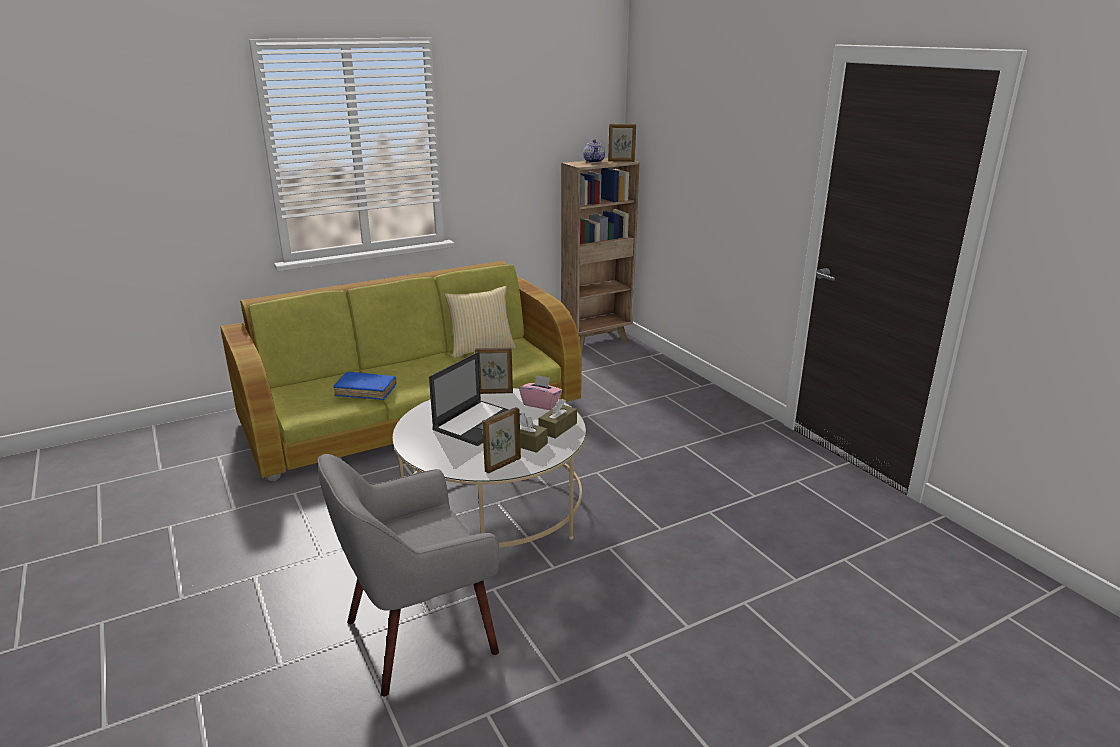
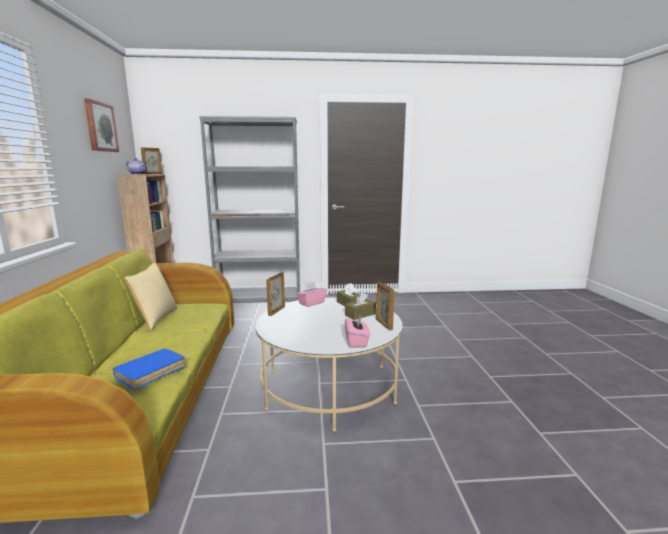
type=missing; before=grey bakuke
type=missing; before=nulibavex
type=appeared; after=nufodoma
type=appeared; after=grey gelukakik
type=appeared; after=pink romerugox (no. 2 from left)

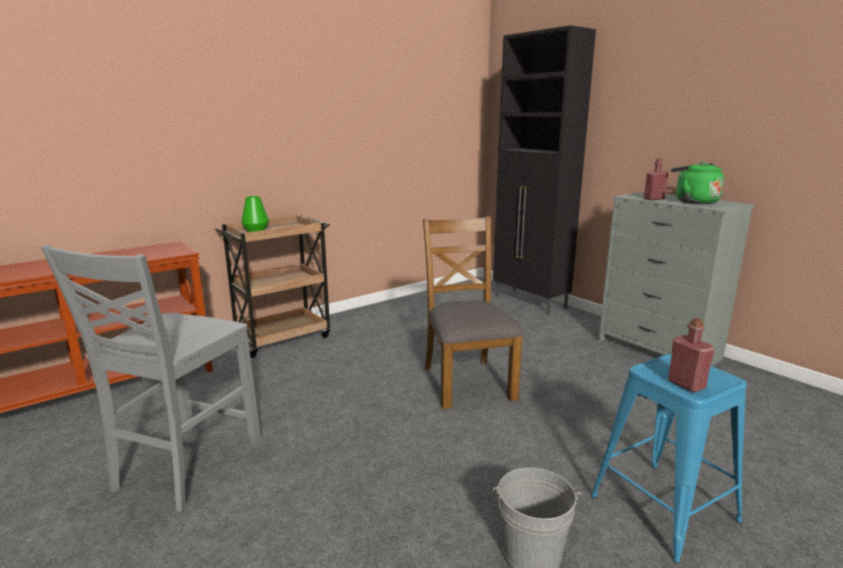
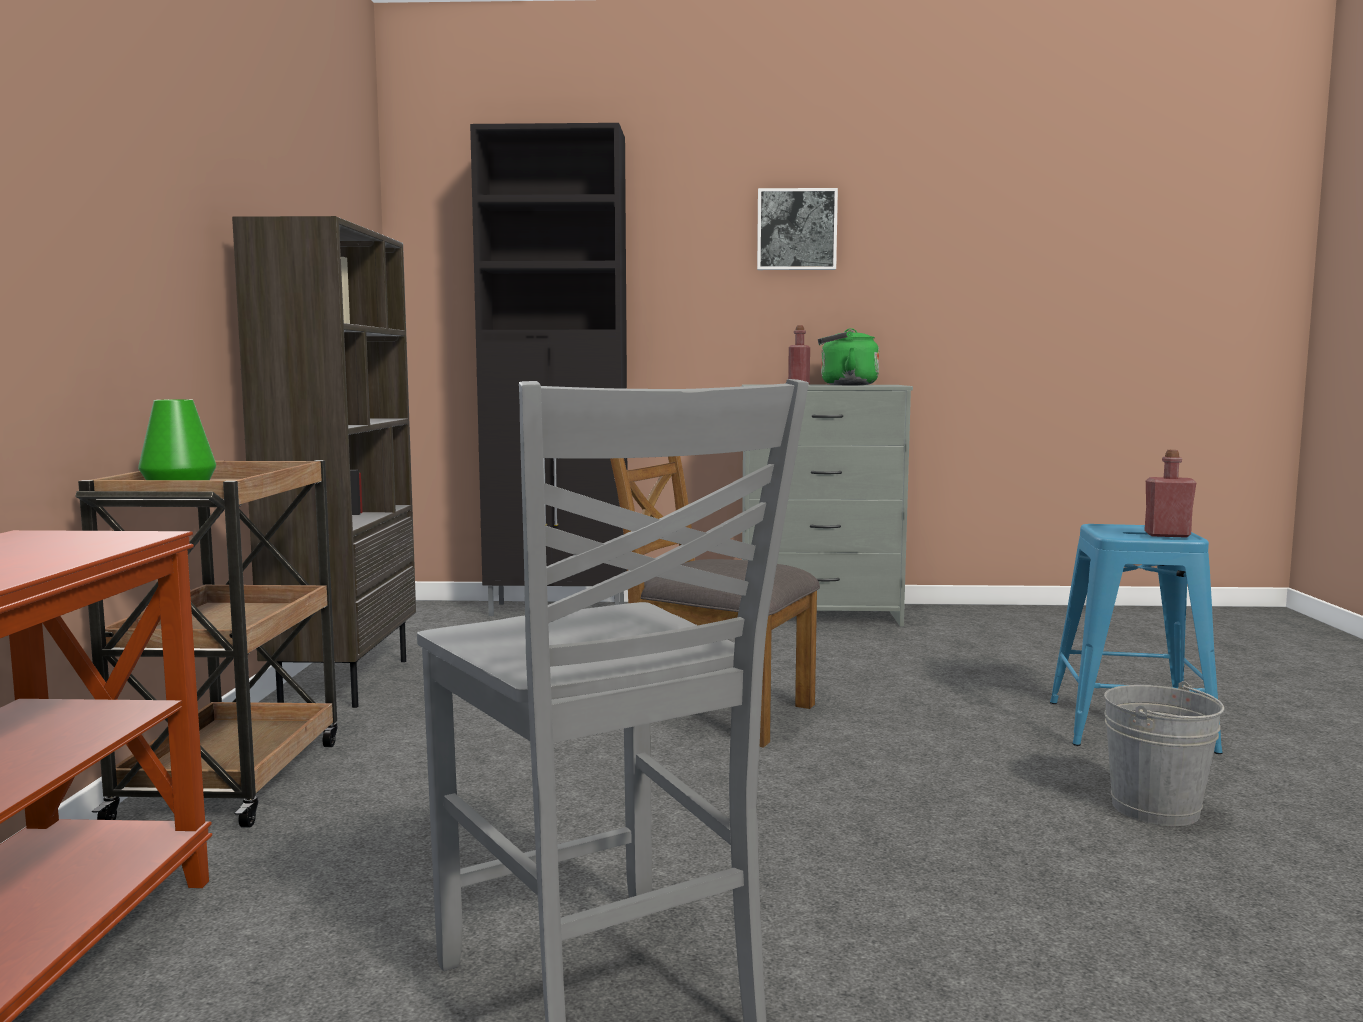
type=appeared; after=brown gelukakik
type=appeared; after=nufodoma

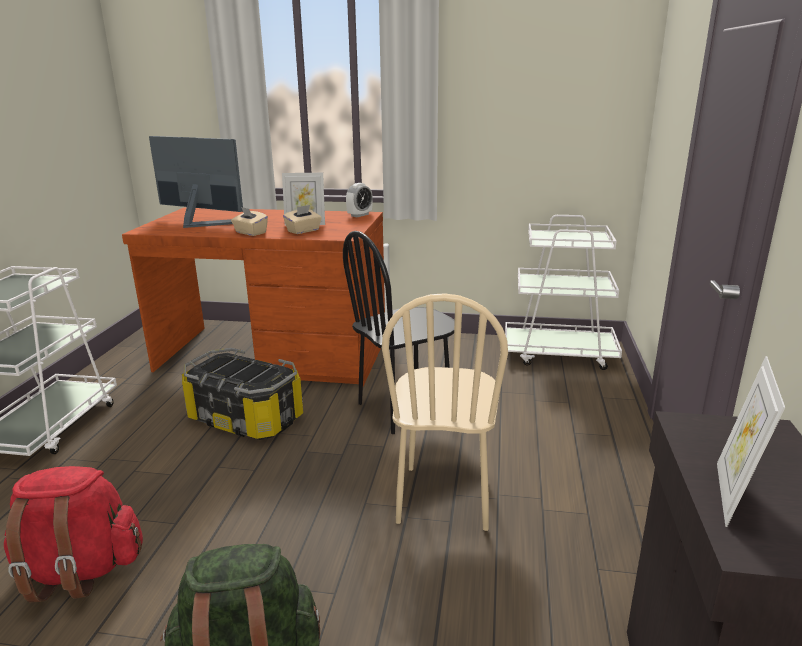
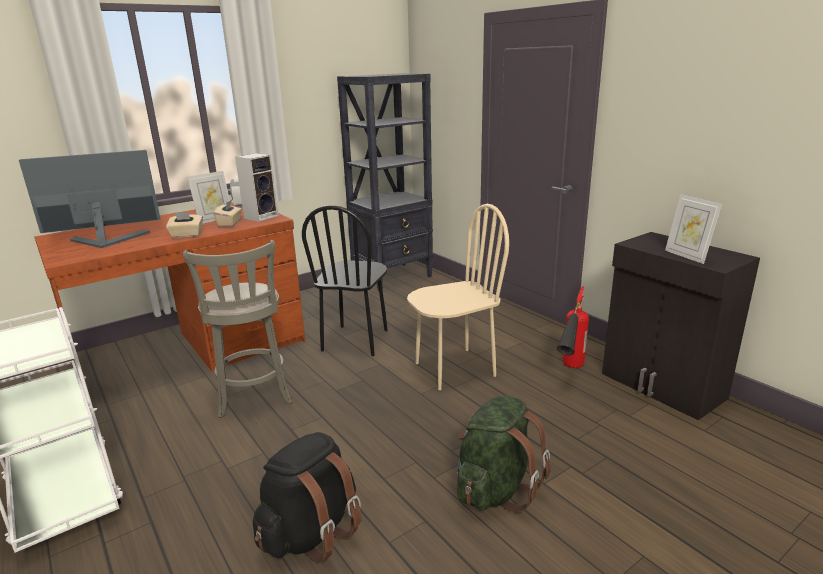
type=colour; before=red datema; after=black datema
type=exchanged; before=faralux; after=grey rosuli
type=spun; before=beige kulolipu; turn=-75
type=exchanged; before=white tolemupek (no. 2 from left); after=black gelukakik
type=appeared; after=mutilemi
type=appeared; after=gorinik

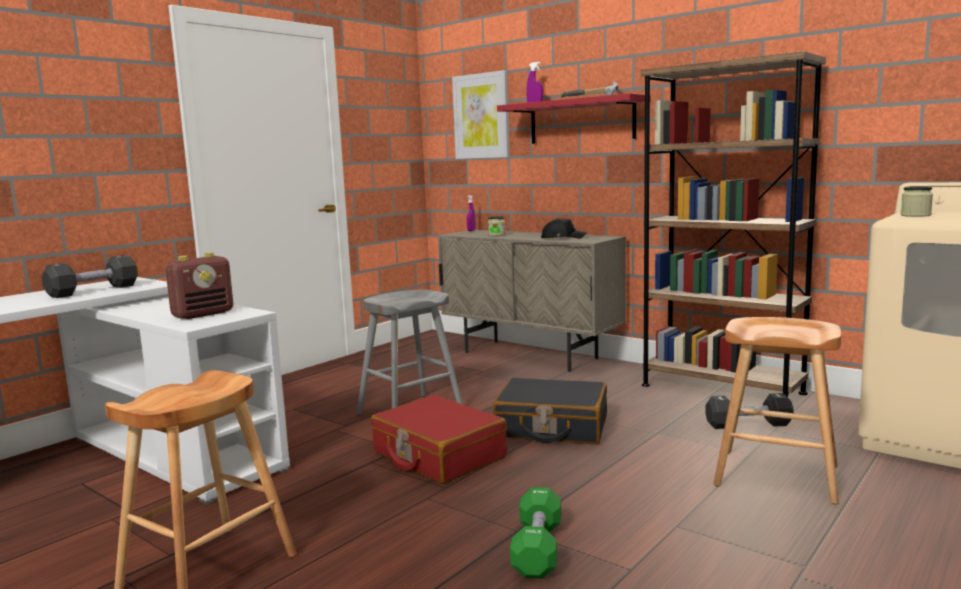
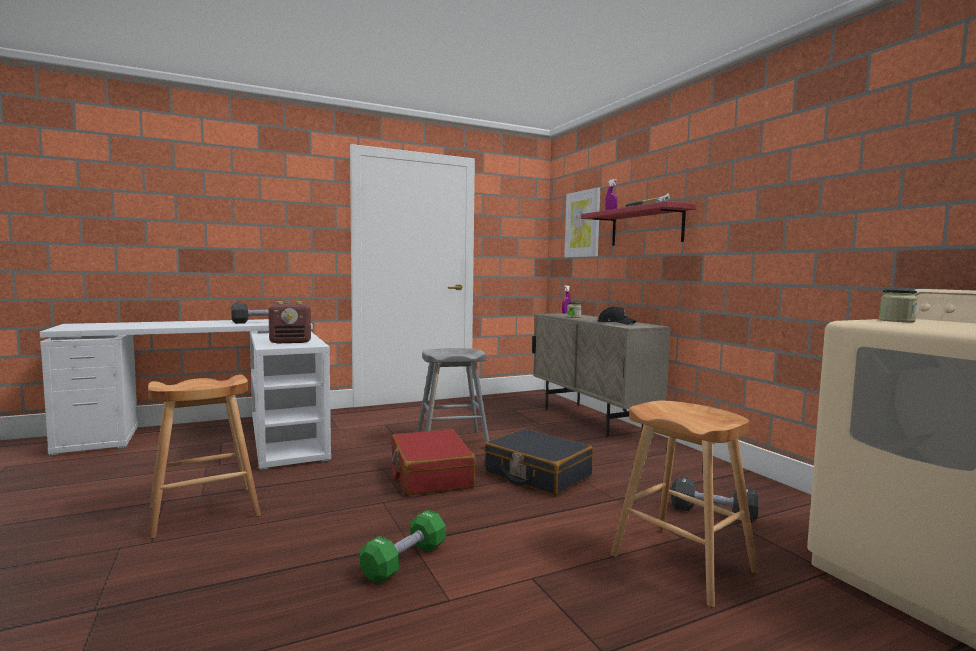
type=missing; before=brown gelukakik

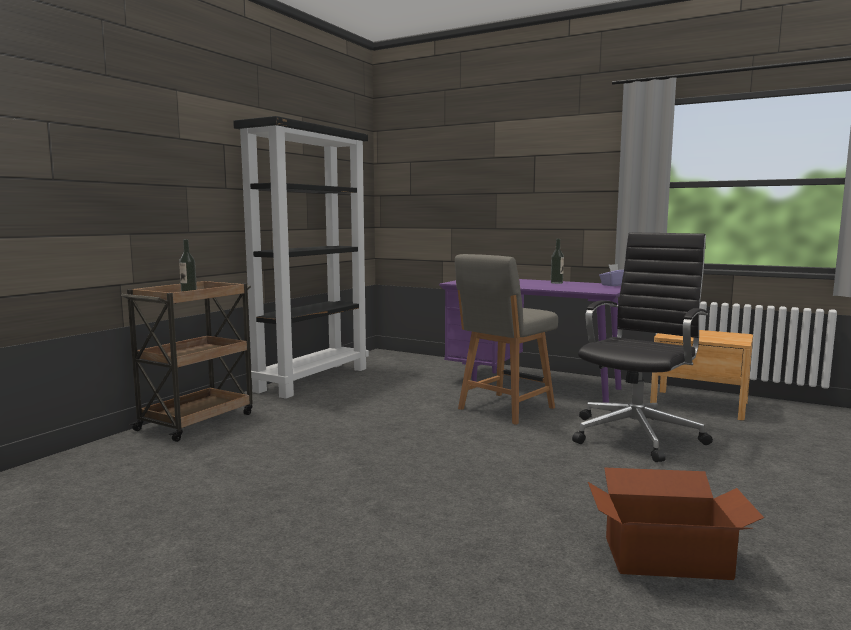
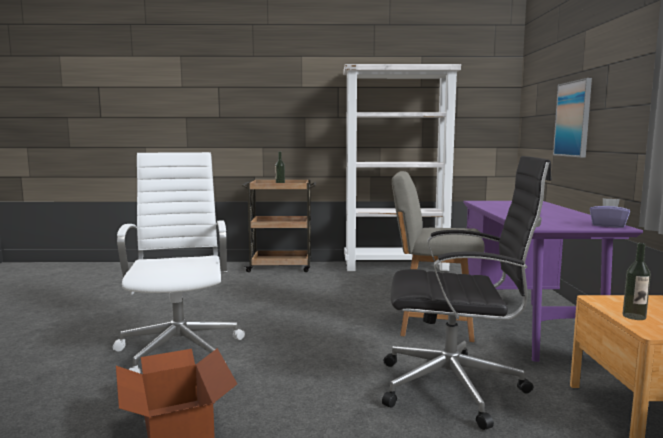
type=colour; before=black gelukakik; after=white gelukakik
type=relocated; before=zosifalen (no. 2 from left)
type=appeared; after=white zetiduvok
type=appeared; after=nufodoma

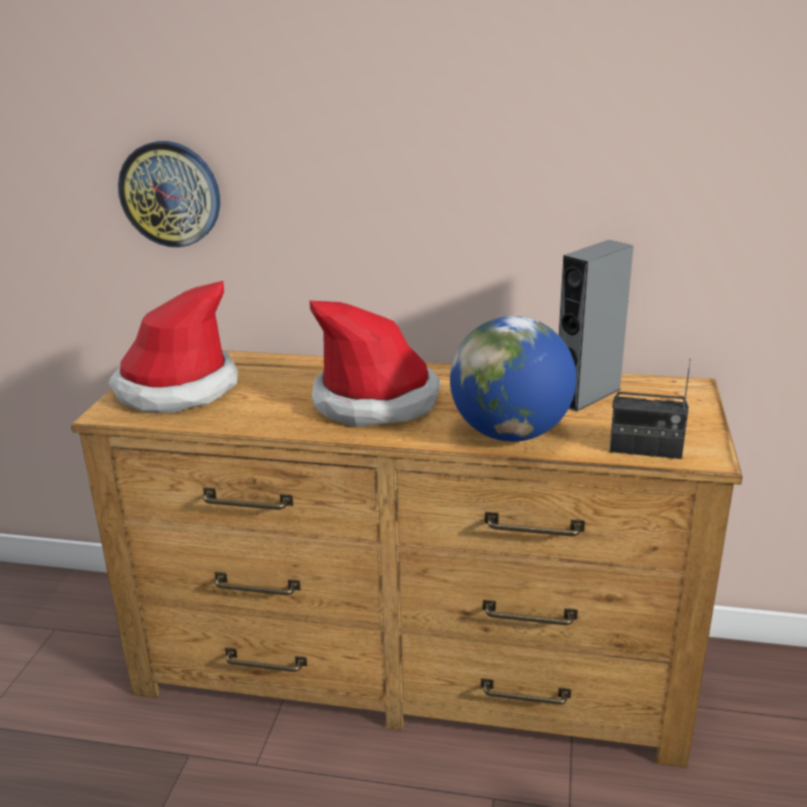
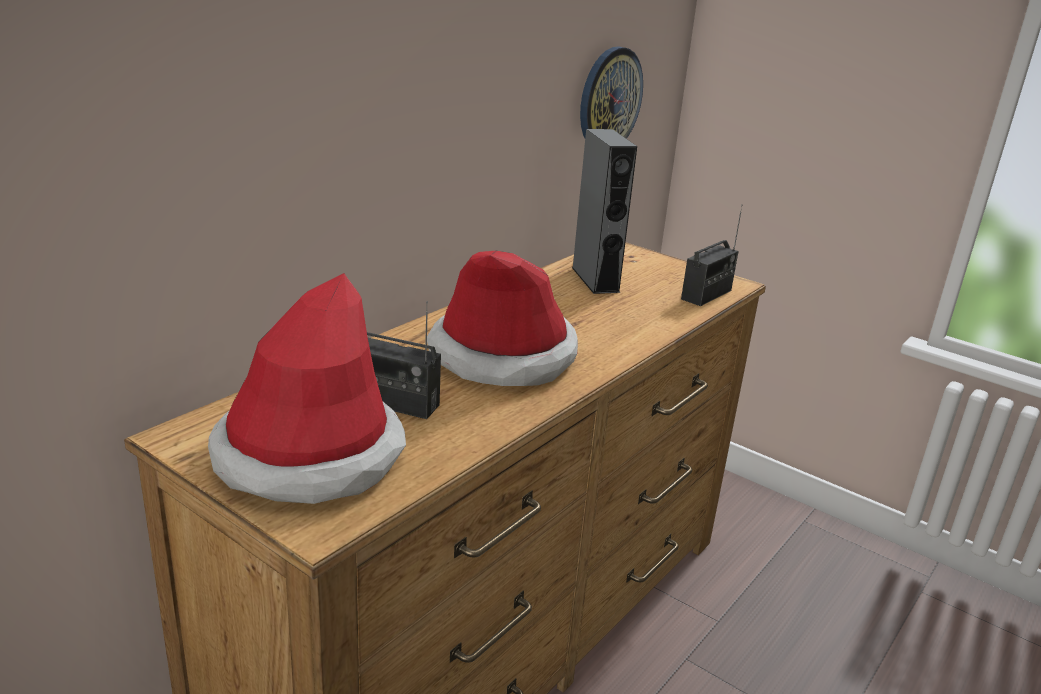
type=relocated; before=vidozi
type=missing; before=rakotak
type=appeared; after=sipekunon (no. 1 from left)

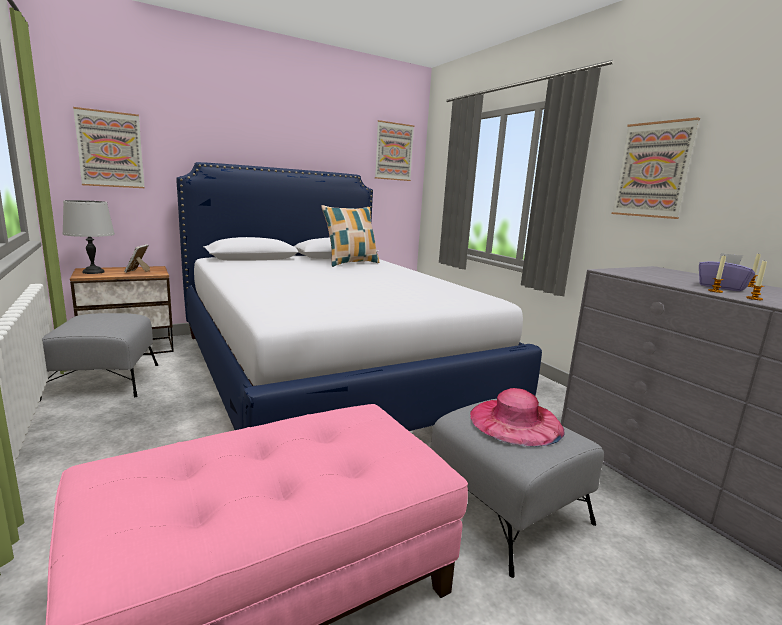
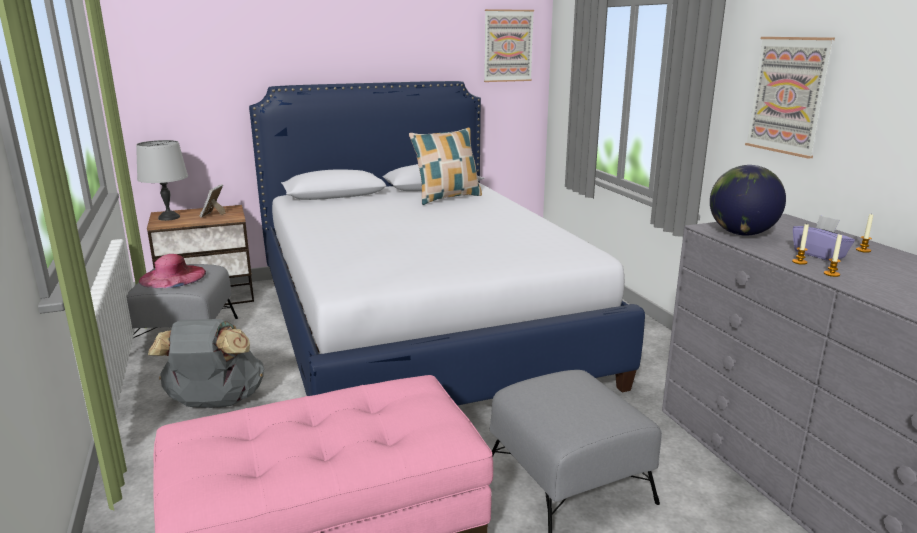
type=missing; before=nufodoma (no. 1 from left)
type=relocated; before=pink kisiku
type=appeared; after=grey datema
type=appeared; after=rakotak

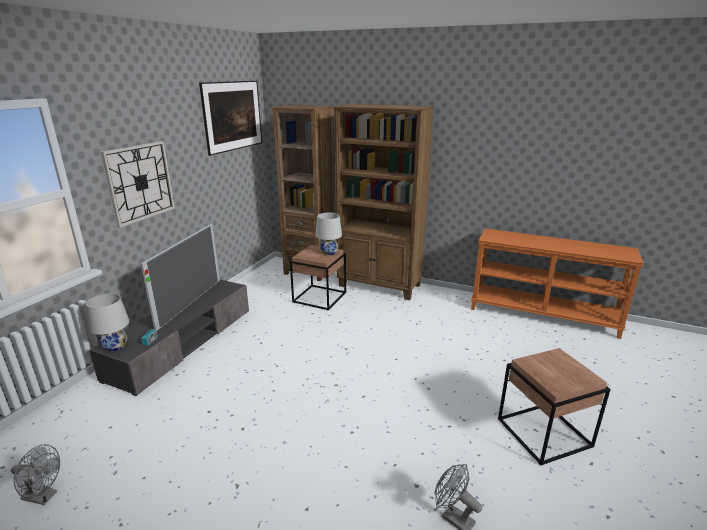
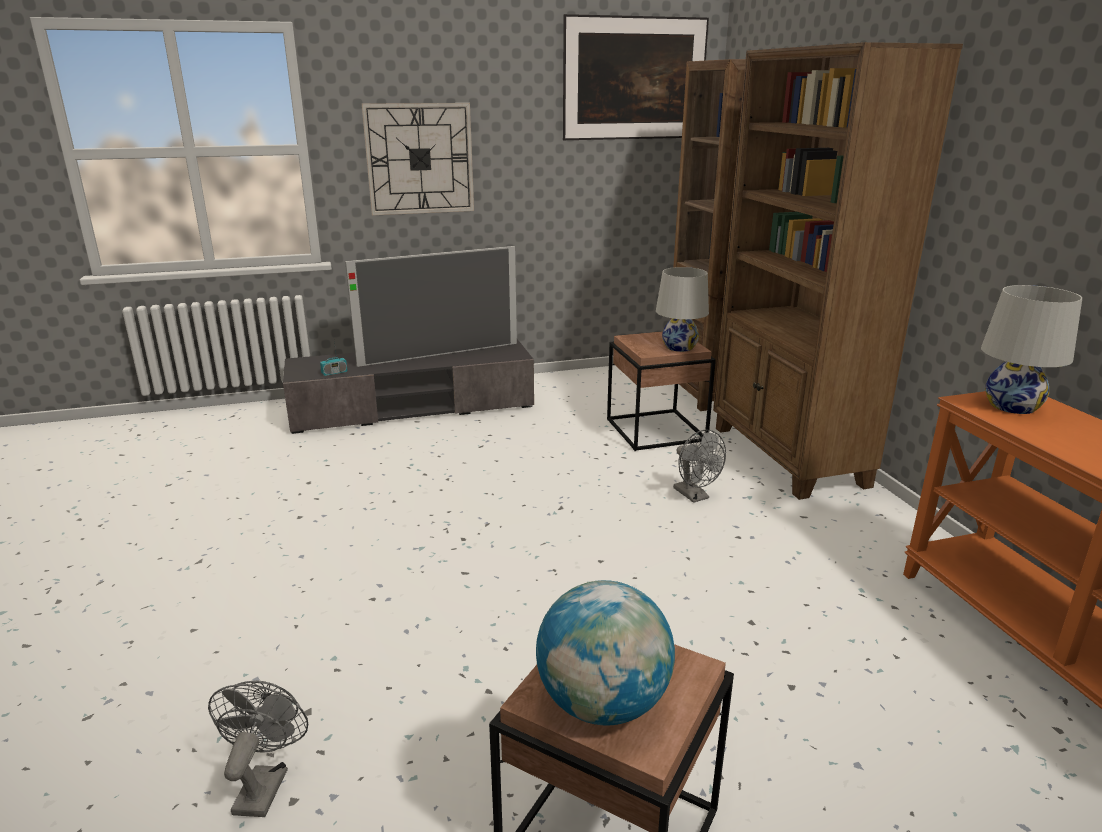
type=relocated; before=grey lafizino (no. 1 from left in the first image); after=grey lafizino (no. 2 from left)
type=relocated; before=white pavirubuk (no. 1 from left in the first image); after=white pavirubuk (no. 2 from left)
type=appeared; after=rakotak

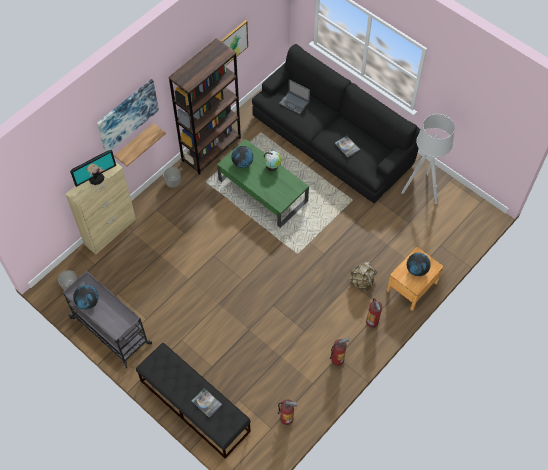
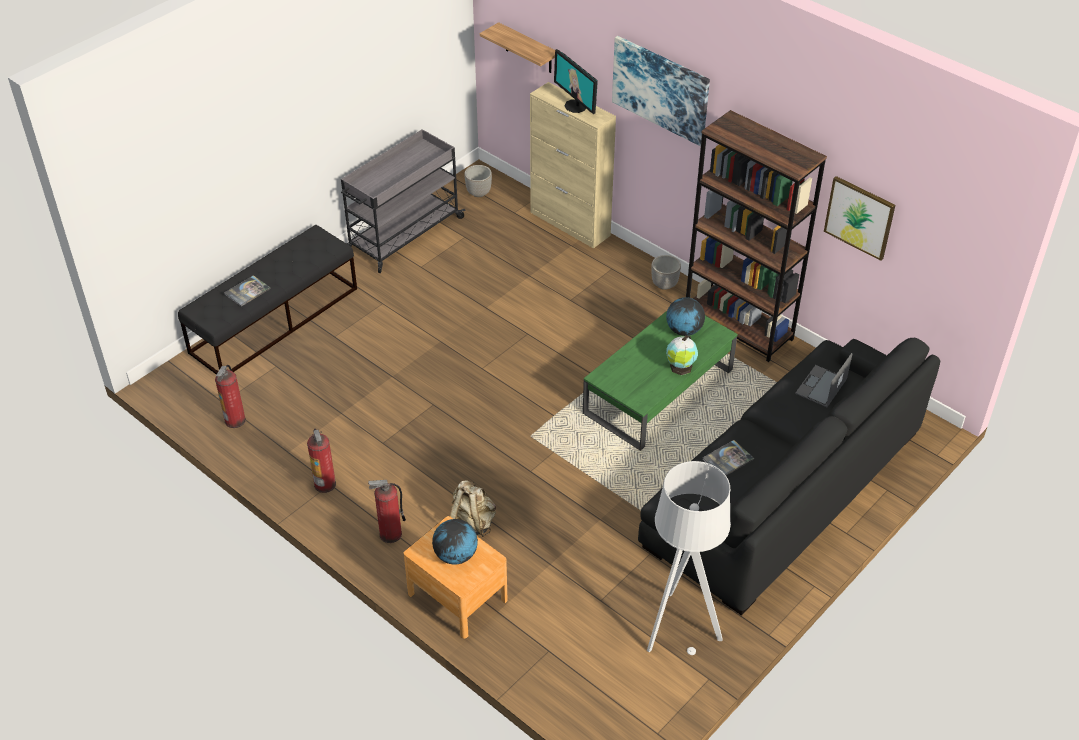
type=missing; before=rakotak (no. 1 from left)
type=relocated; before=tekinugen

